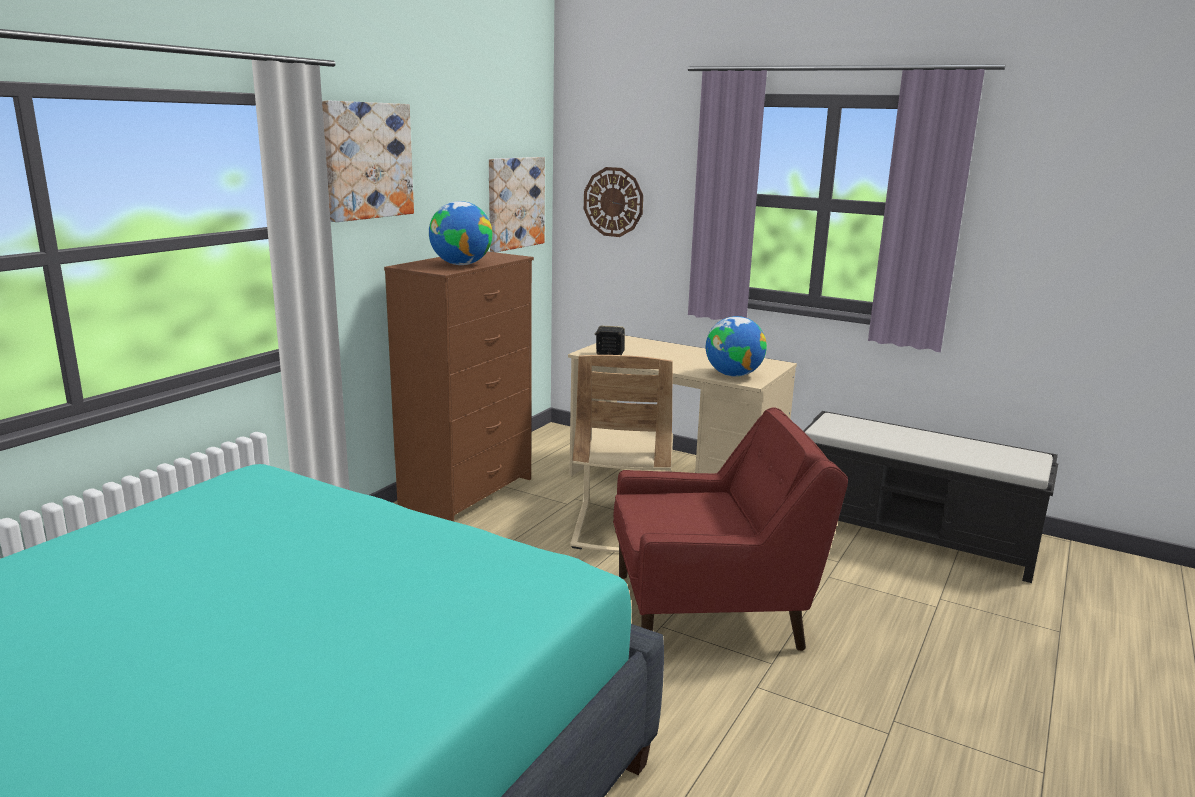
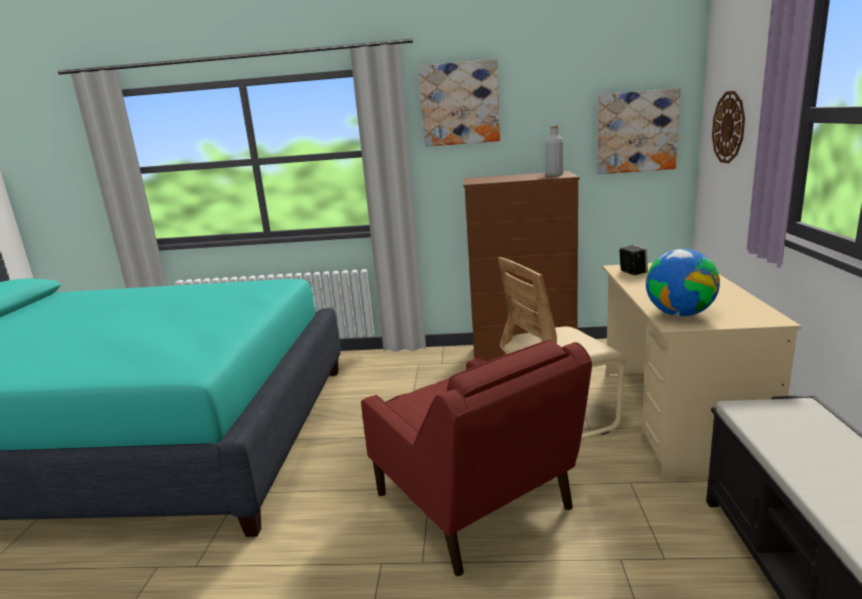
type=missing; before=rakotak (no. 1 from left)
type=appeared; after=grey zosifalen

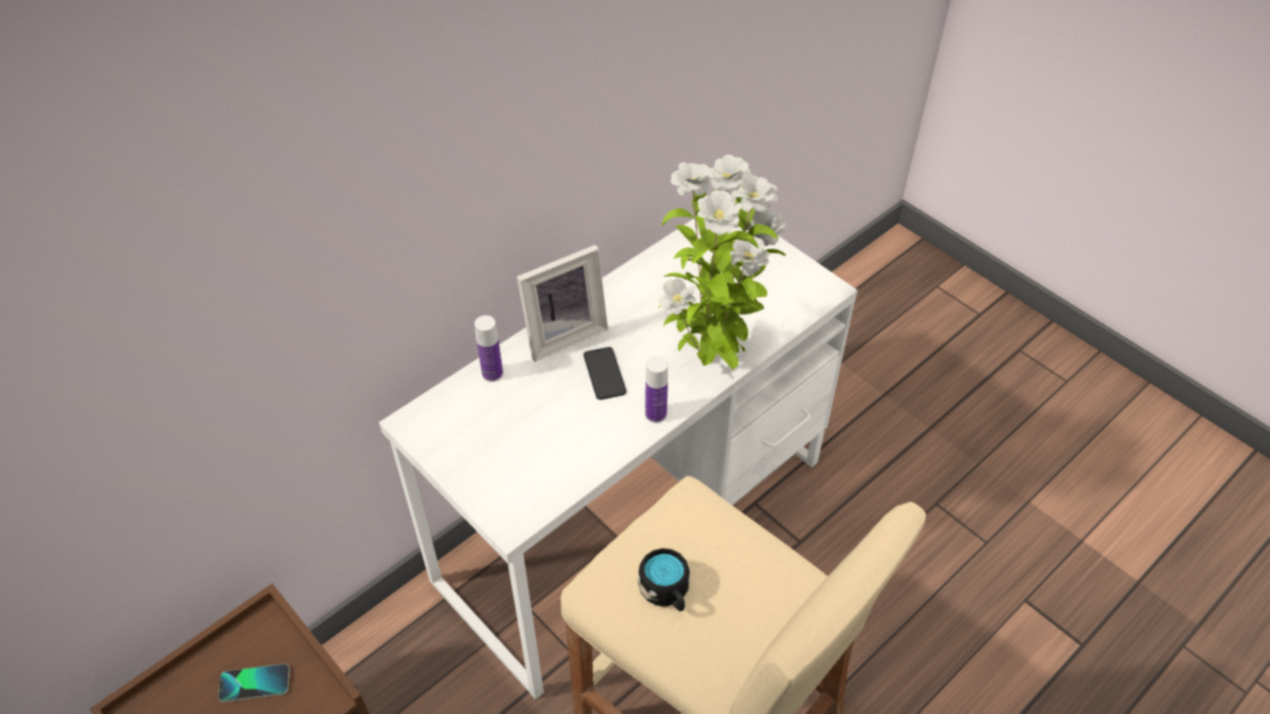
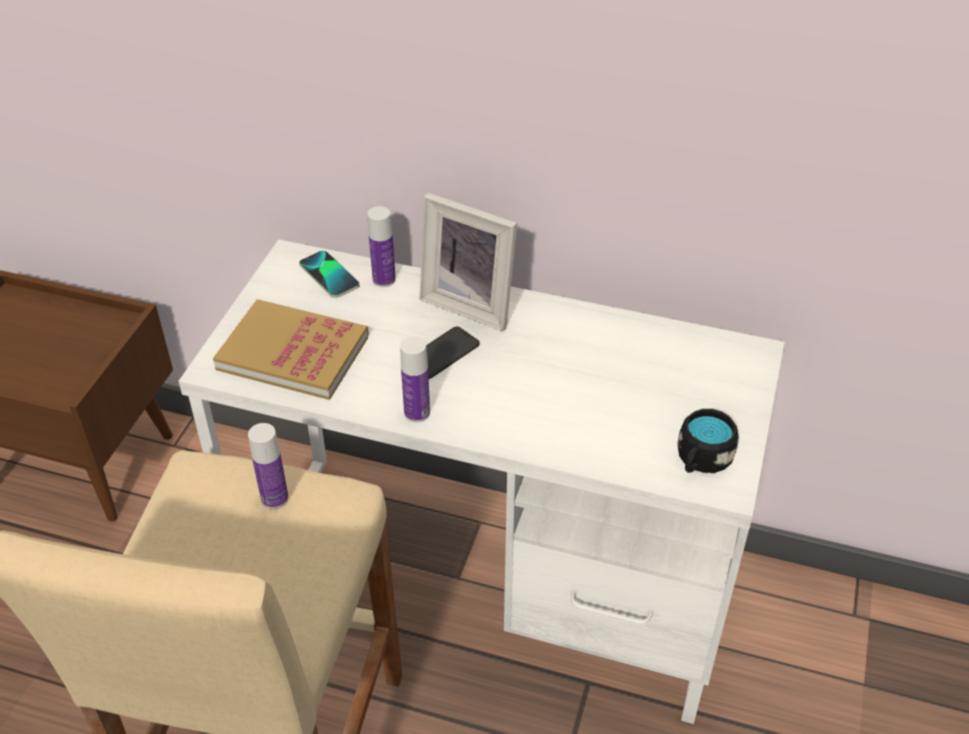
type=relocated; before=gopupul (no. 1 from left)
type=relocated; before=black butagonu
type=missing; before=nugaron
type=appeared; after=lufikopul
type=appeared; after=zosifalen (no. 1 from left)

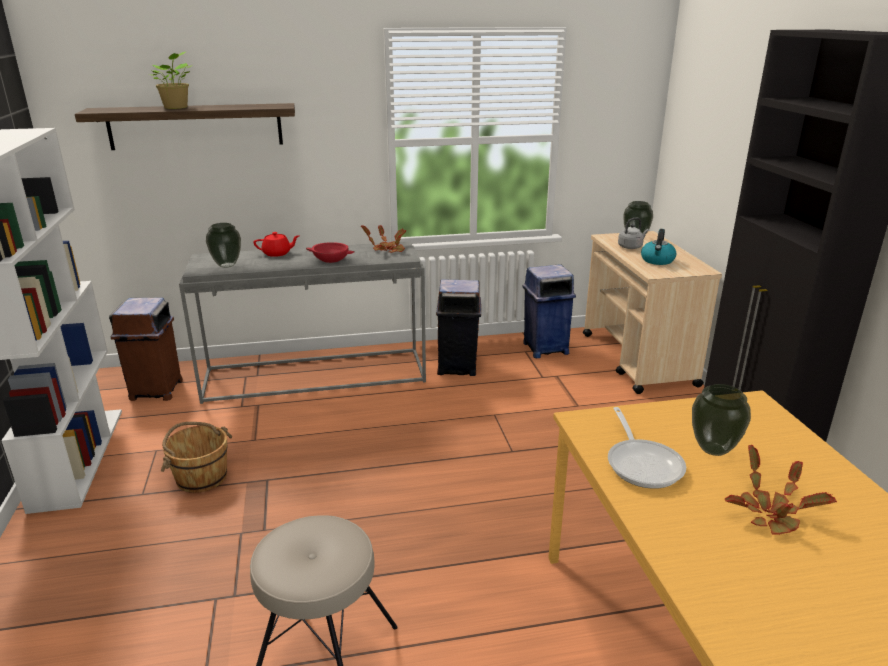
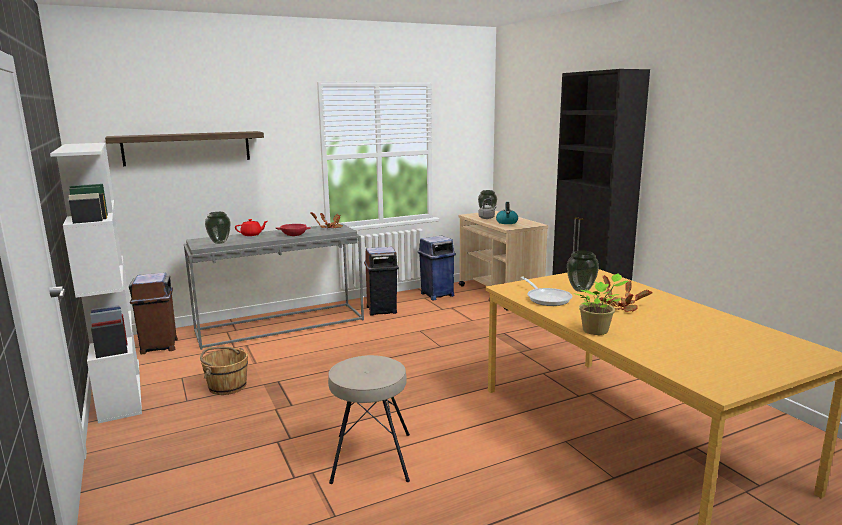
type=relocated; before=nugaron (no. 1 from left in the first image); after=nugaron (no. 2 from left)

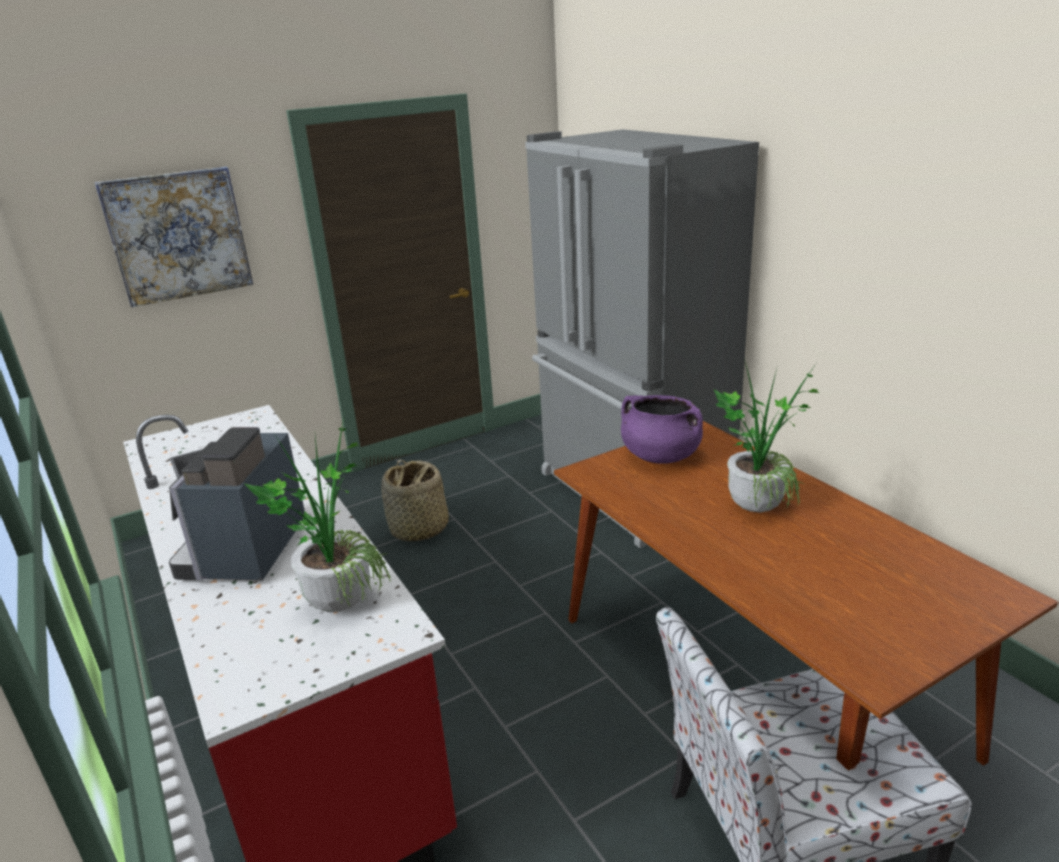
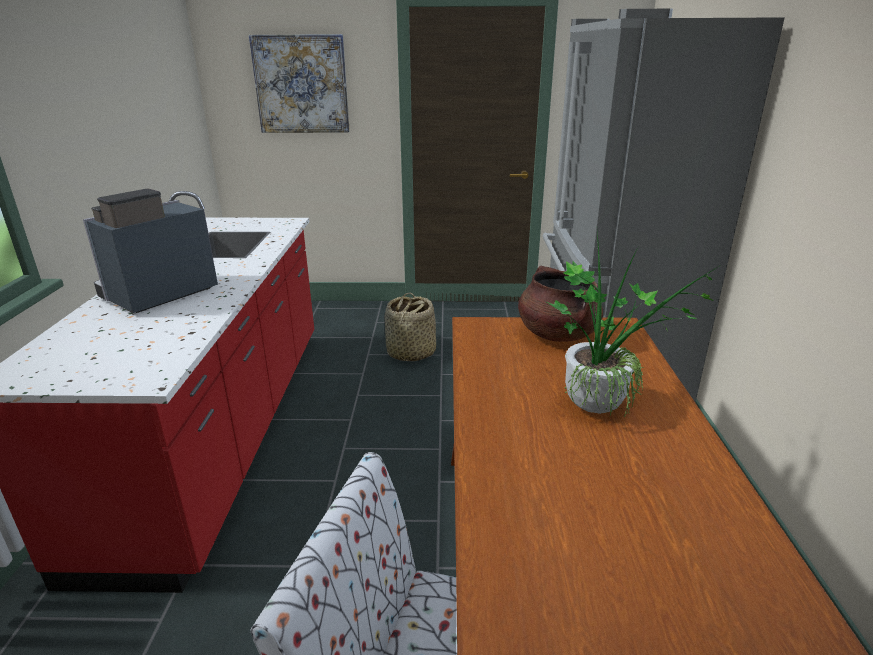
type=missing; before=nugaron (no. 1 from left)
type=colour; before=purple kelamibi; after=brown kelamibi

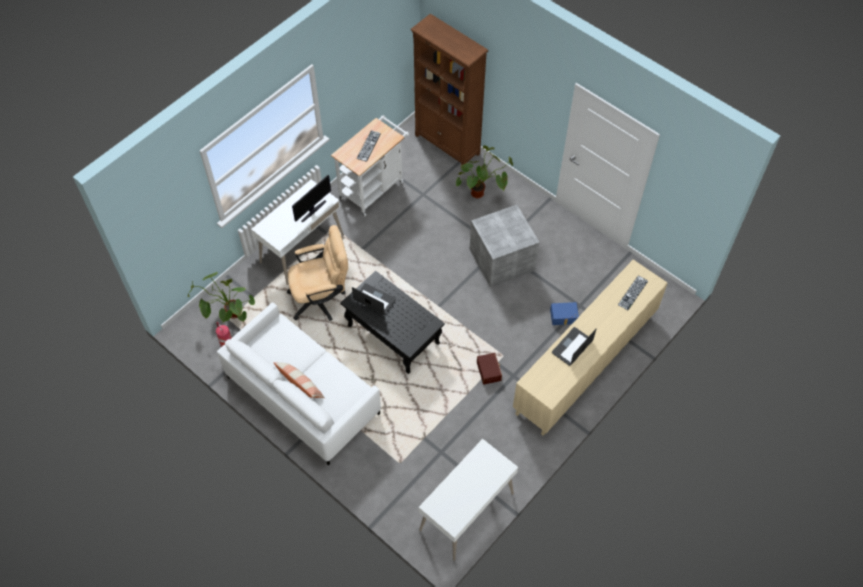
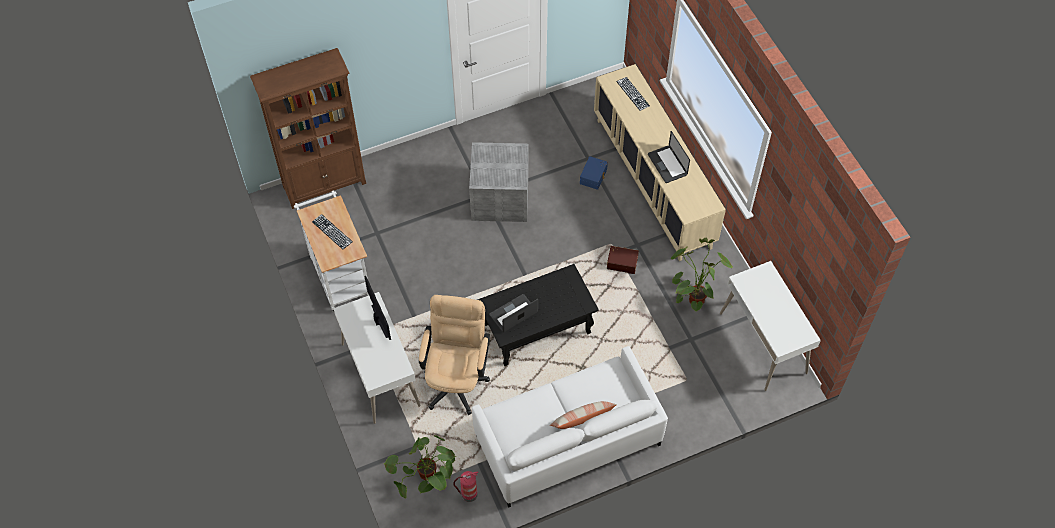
type=relocated; before=nugaron (no. 2 from left)

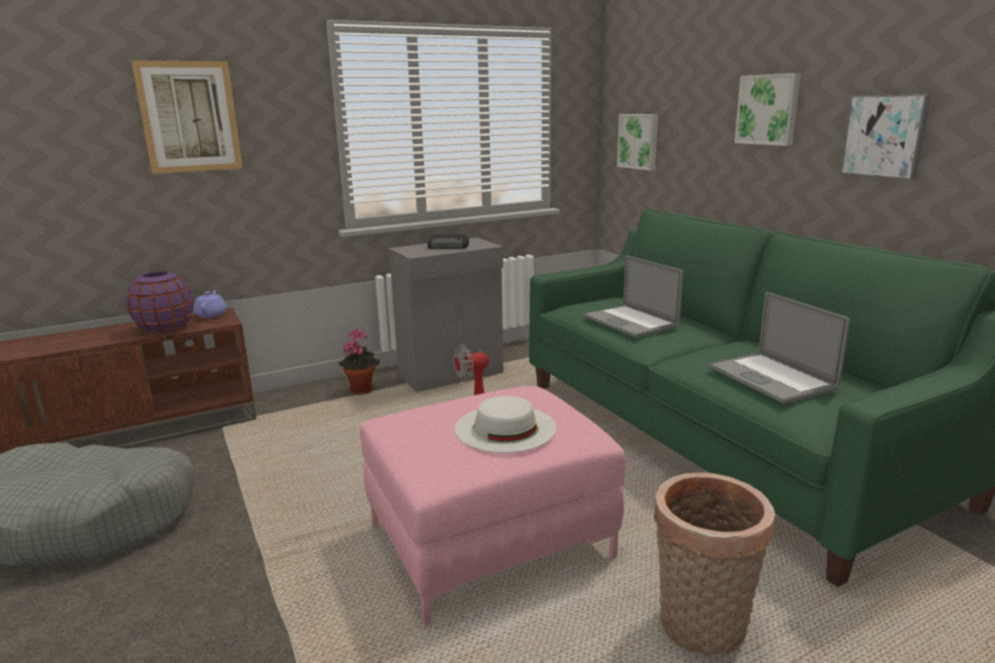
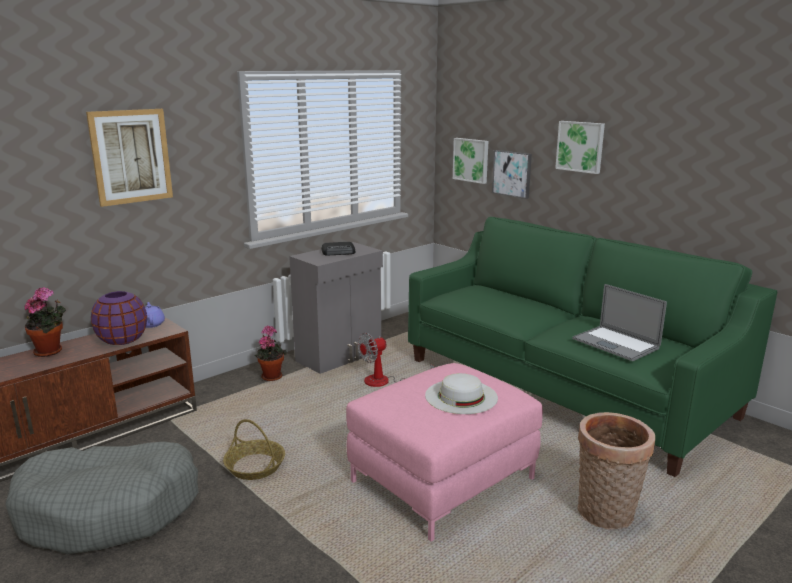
type=missing; before=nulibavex (no. 1 from left)
type=relocated; before=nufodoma (no. 4 from left in the first image); after=nufodoma (no. 3 from left)
type=appeared; after=nugaron (no. 1 from left)
type=appeared; after=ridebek (no. 1 from left)

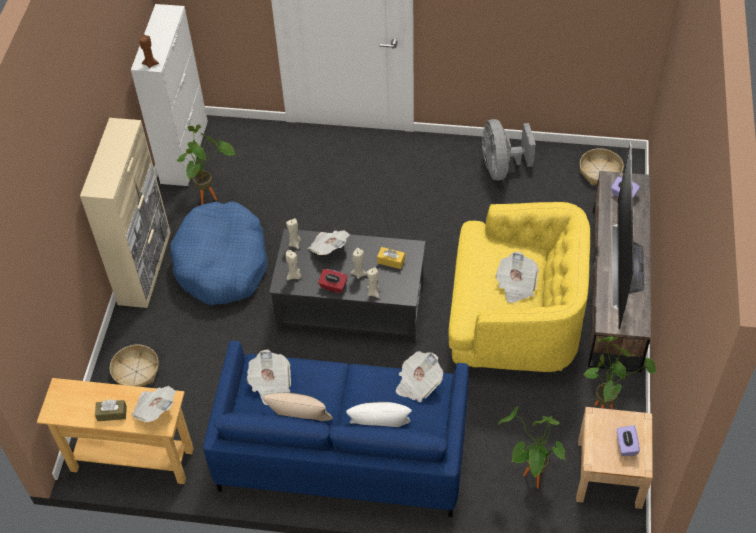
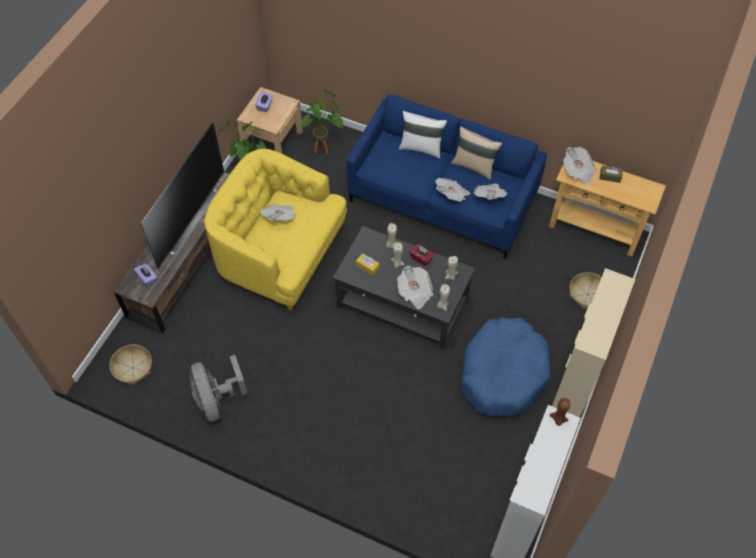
type=missing; before=nugaron (no. 1 from left)
type=relocated; before=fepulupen (no. 4 from left in the first image); after=fepulupen (no. 3 from left)
type=spun; before=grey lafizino; turn=150

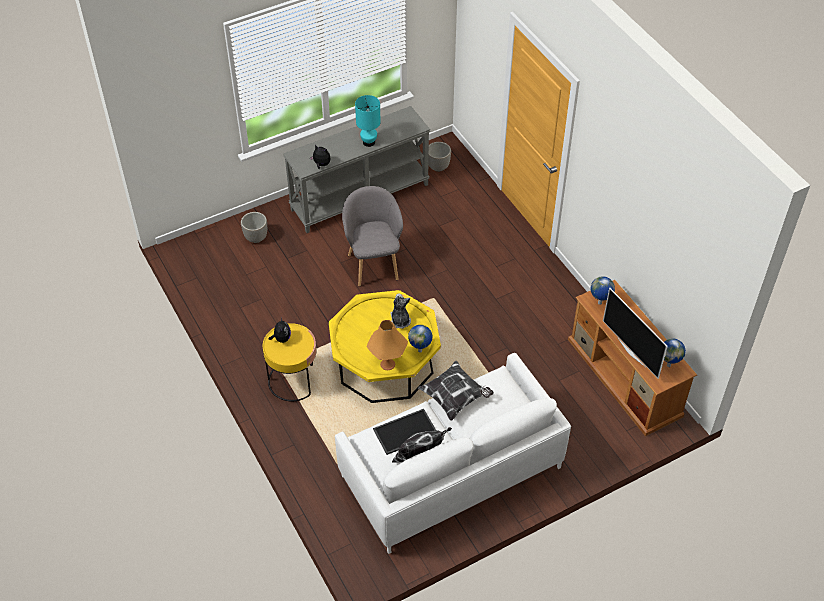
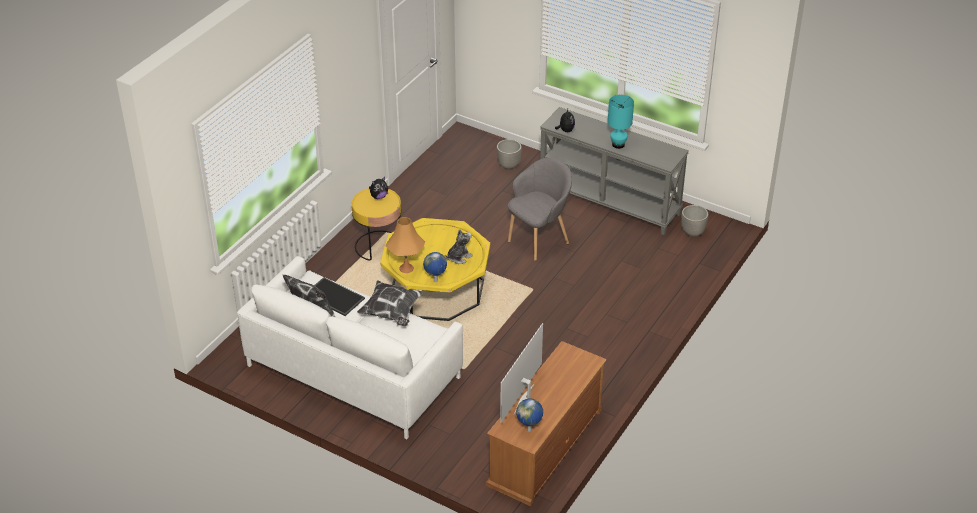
type=missing; before=rakotak (no. 2 from left)

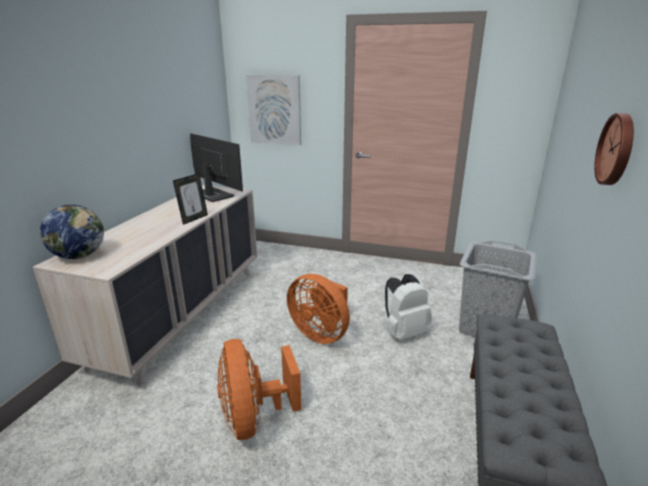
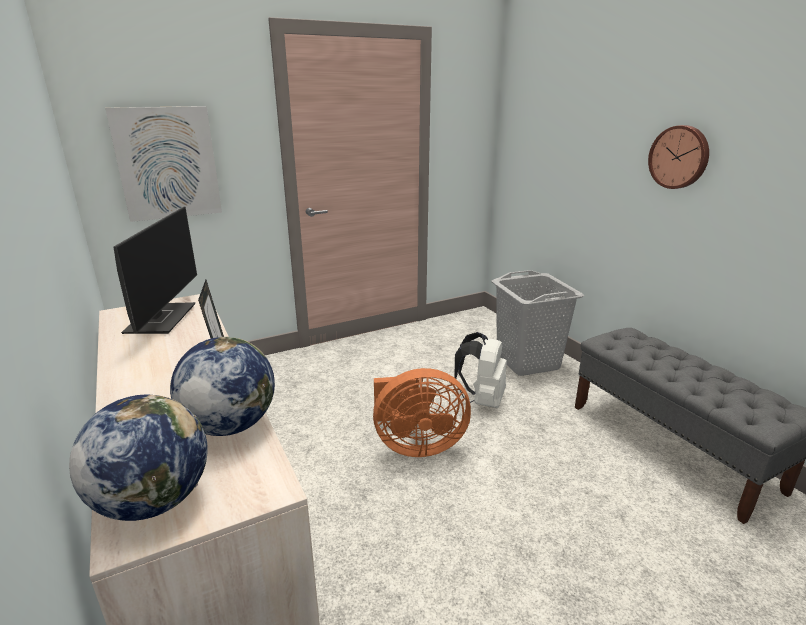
type=spun; before=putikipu; turn=90
type=missing; before=orange lafizino (no. 1 from left)
type=appeared; after=rakotak (no. 2 from left)

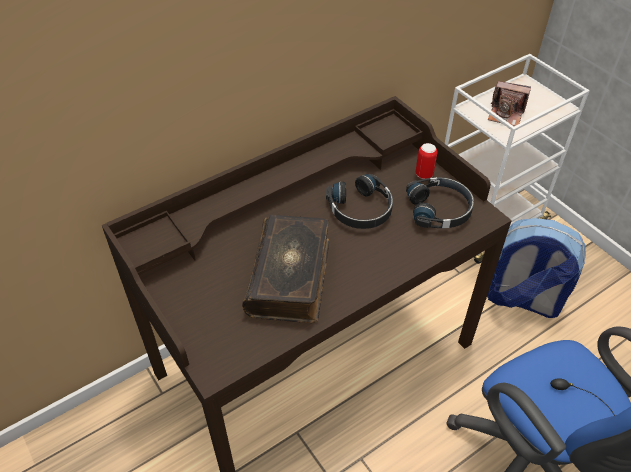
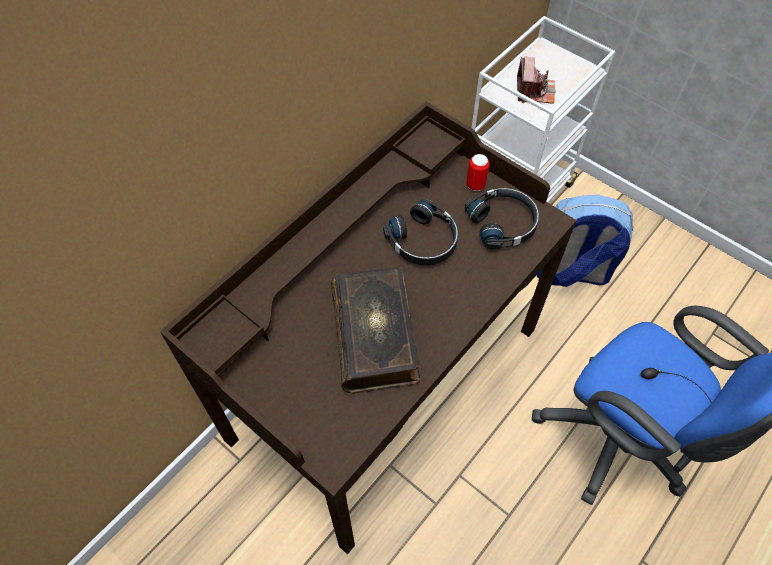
type=spun; before=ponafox; turn=-90

